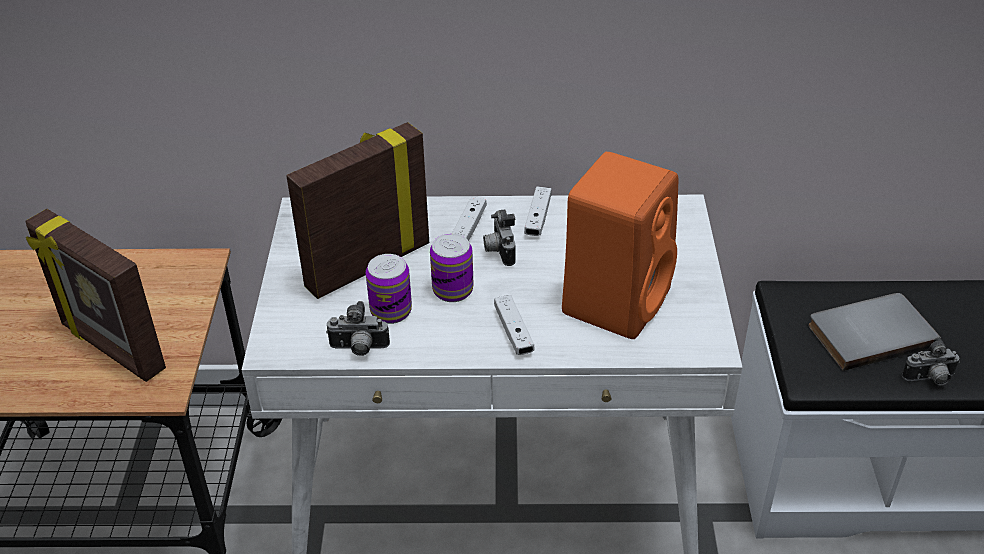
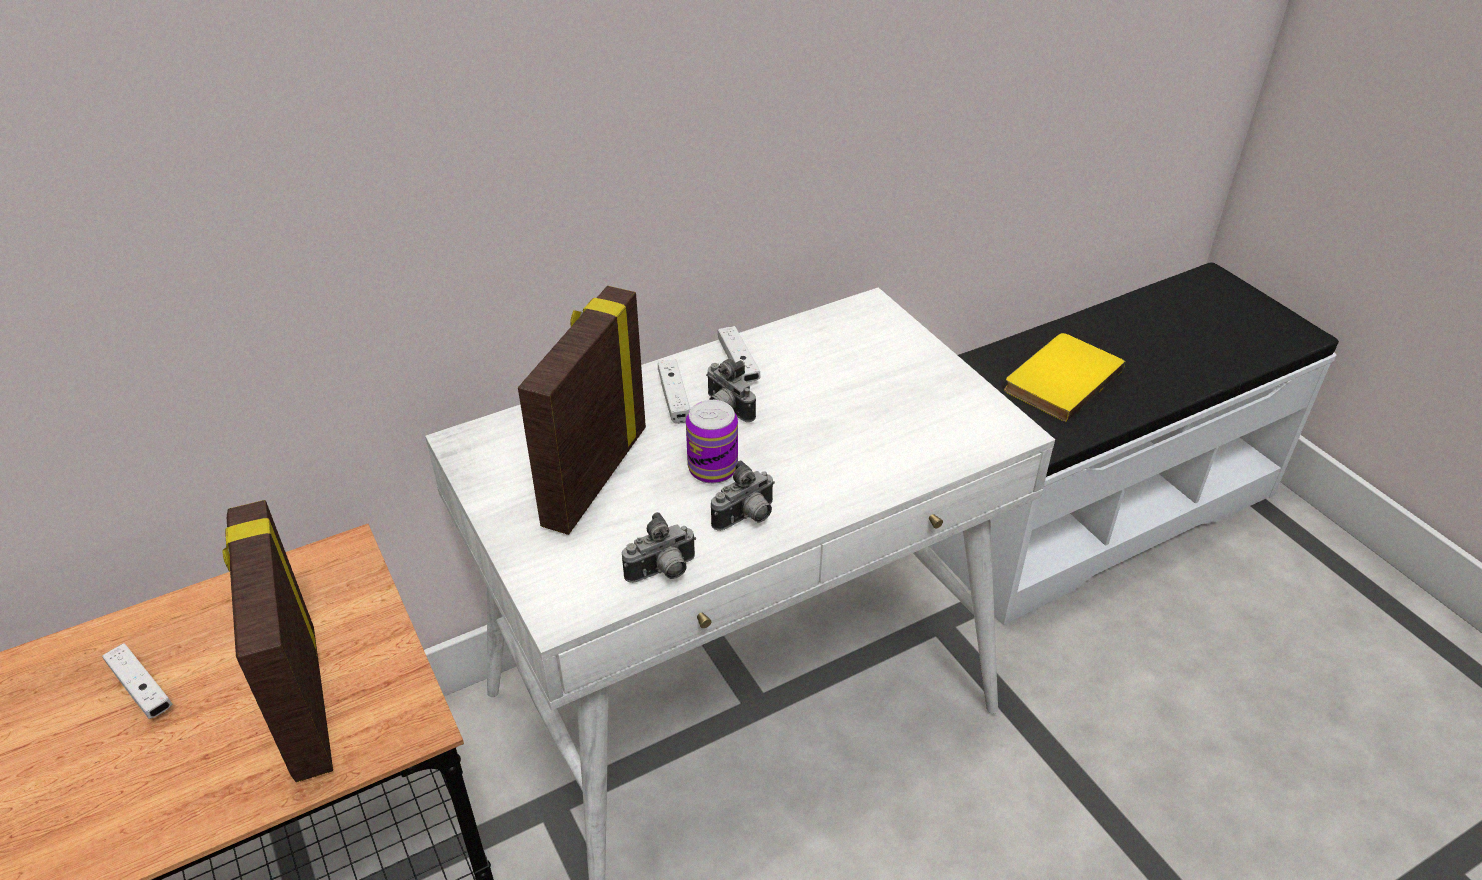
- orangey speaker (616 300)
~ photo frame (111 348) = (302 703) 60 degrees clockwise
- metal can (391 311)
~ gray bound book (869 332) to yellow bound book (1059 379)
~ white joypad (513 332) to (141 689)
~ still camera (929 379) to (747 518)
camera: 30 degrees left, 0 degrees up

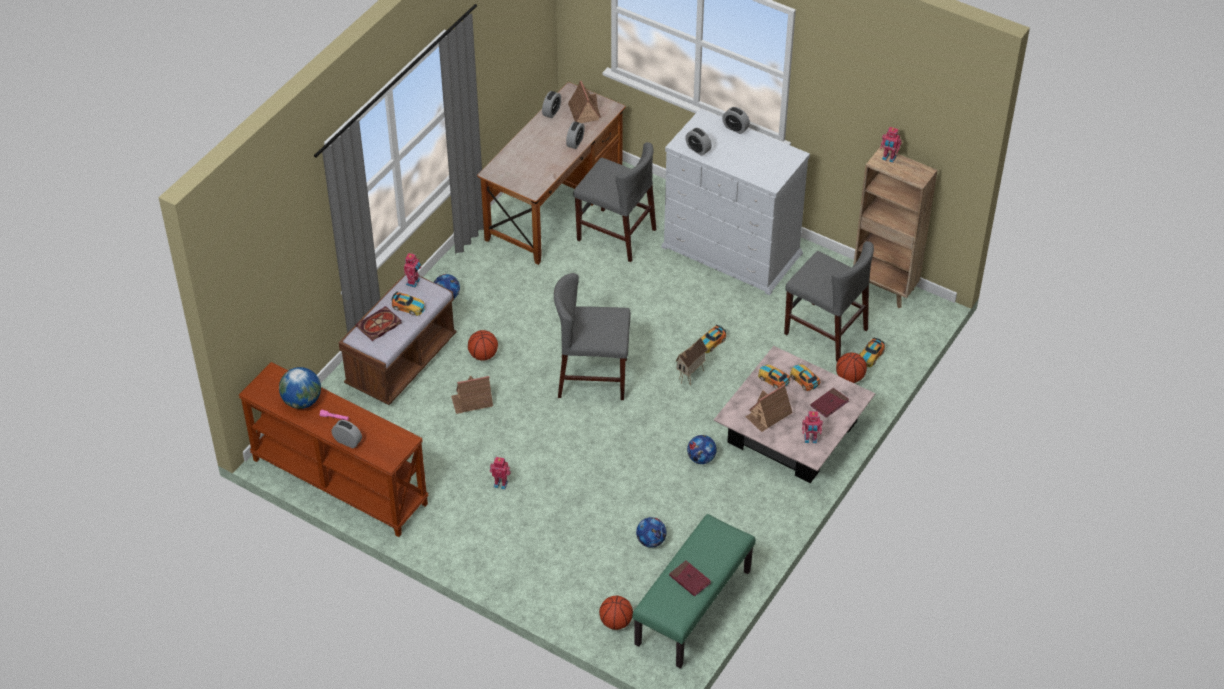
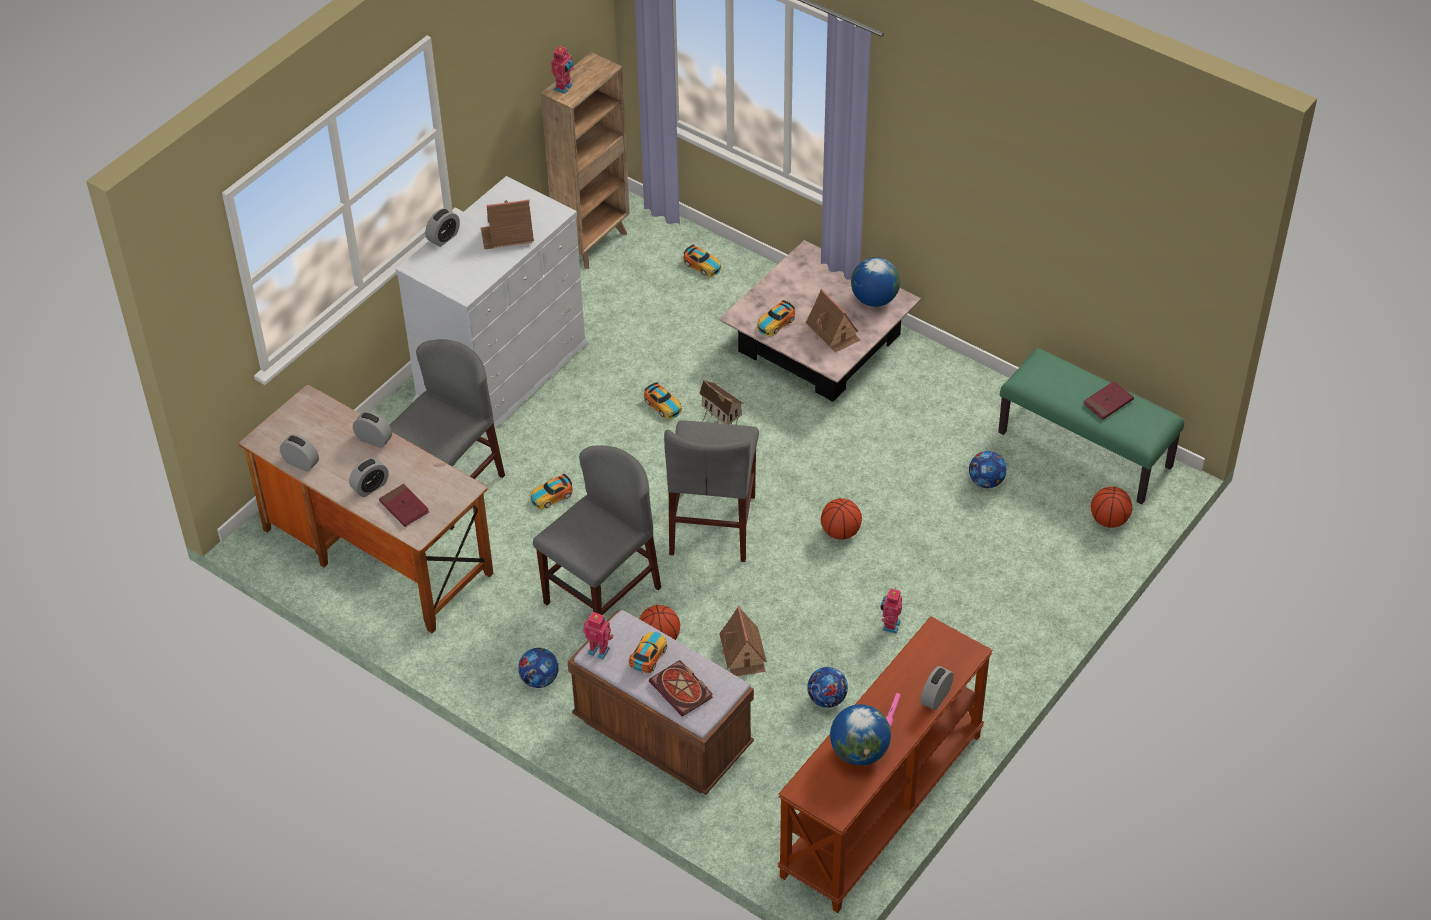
~ miniature house (584 111) to (507 235)
~ alarm clock (698 149) to (370 487)
~ gray chair (825 331) to (602 595)
~ basketball (850 378) to (840 532)
~ model car (804 380) to (551 496)
~ red bound book (829 404) to (404 507)
~ model robot (810 439) to world globe (874 299)
~ football ball (701 458) to (827 699)
camera: 85 degrees left, 0 degrees up

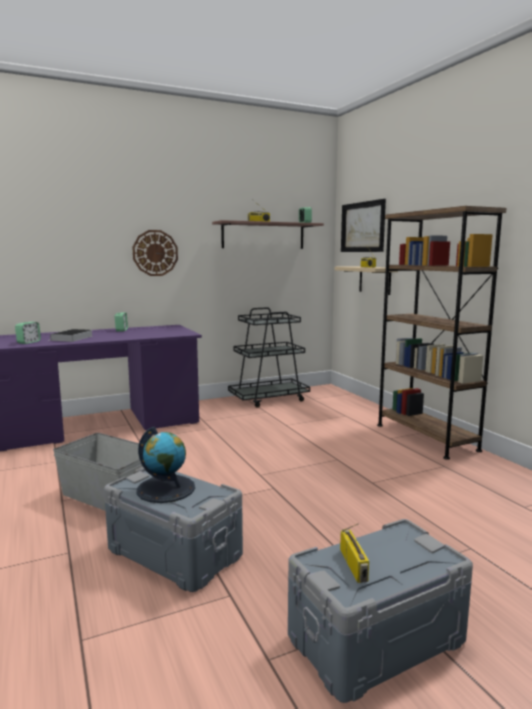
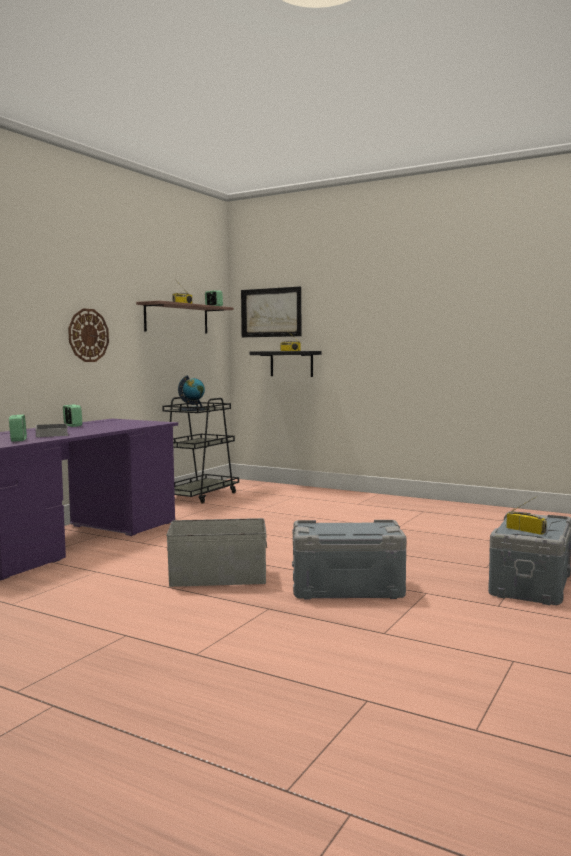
- brown shelving unit (426 437)
~ beige-coloured bracket shelf (375 280) to black bracket shelf (291 363)
~ world globe (166 488) to (194 409)
camera: 35 degrees left, 5 degrees down

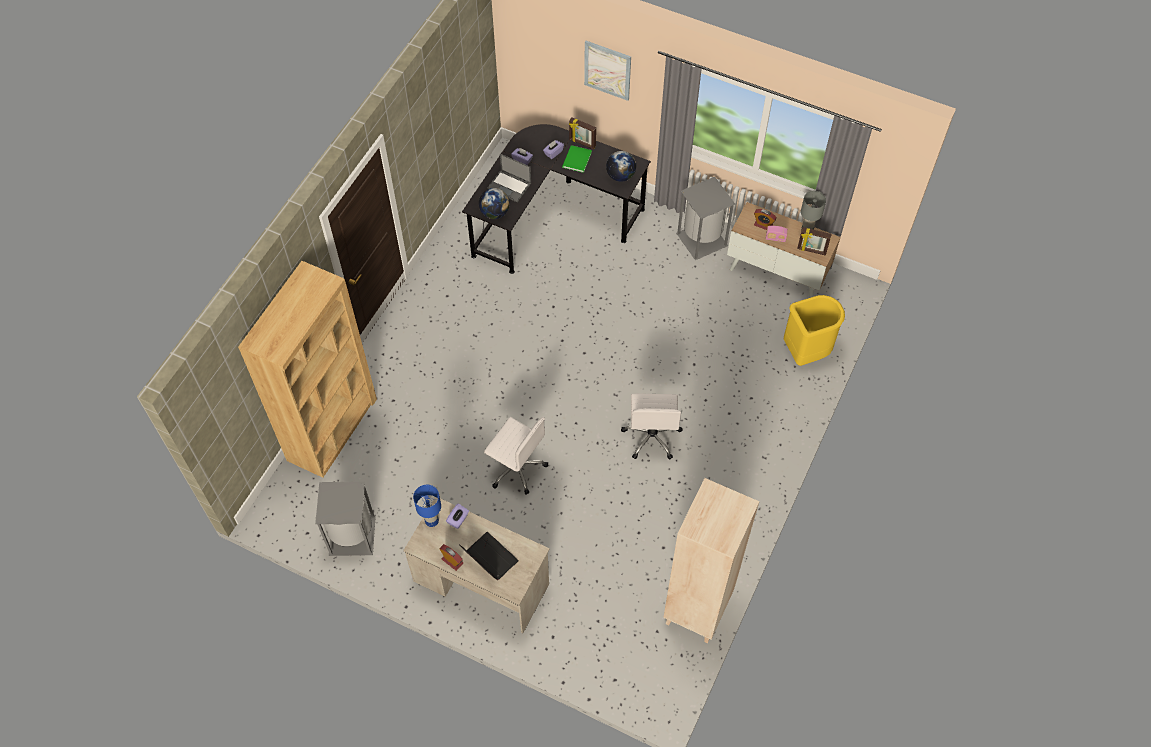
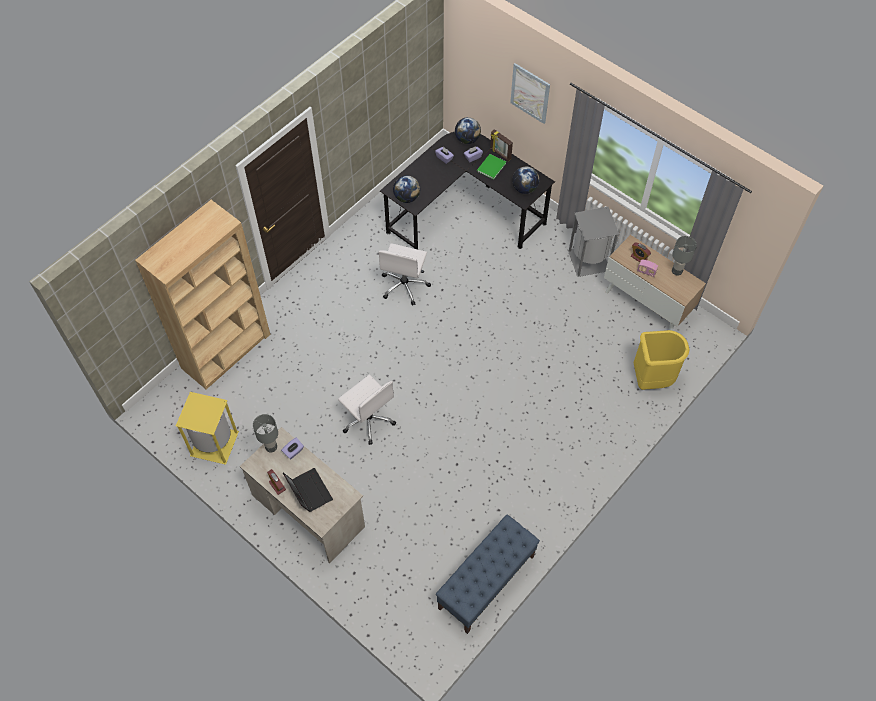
- notebook computer (509 186)
- photo frame (811 250)
~ white office chair (652 437) to (405 285)
~ beige-coloured shelving unit (697 610) to blue-coloured indoor bench (486 582)
~ gray trash can (353 536) to yellow trash can (215 444)
~ blue-coloured tabletop lamp (431 521) to gray tabletop lamp (270 447)
+ world globe (467 139)
camera: 15 degrees right, 0 degrees up

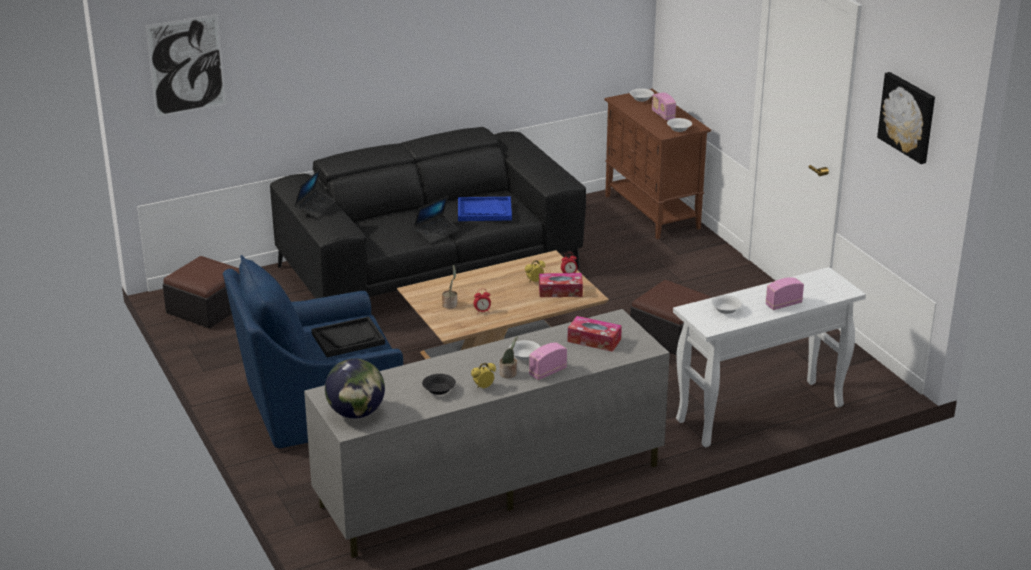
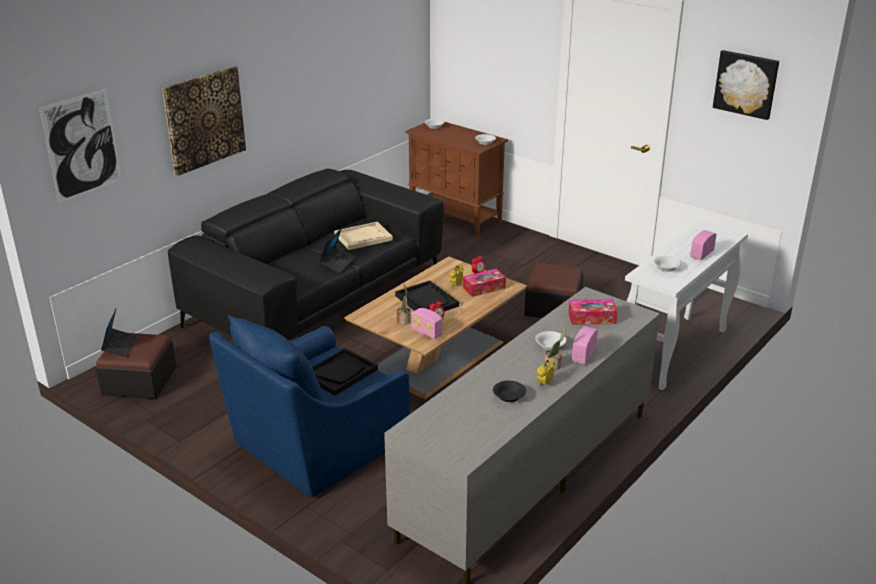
~ radio receiver (663 115) to (426 332)
~ notebook computer (315 208) to (119 346)
~ blue-coloured tray (484 211) to beige-coloured tray (363 237)
- world globe (356 413)
+ wall art (204 119)
+ black tray (427 301)
camera: 25 degrees left, 0 degrees up

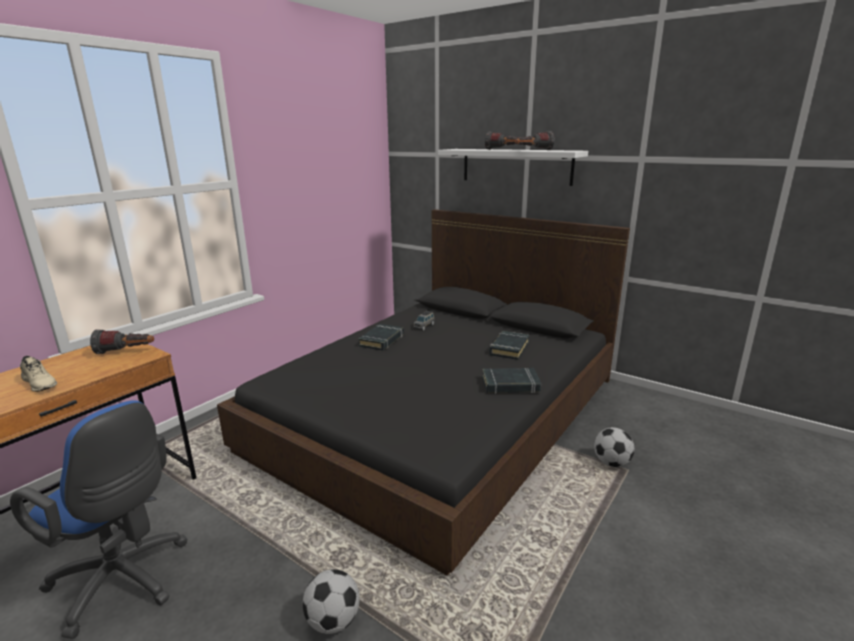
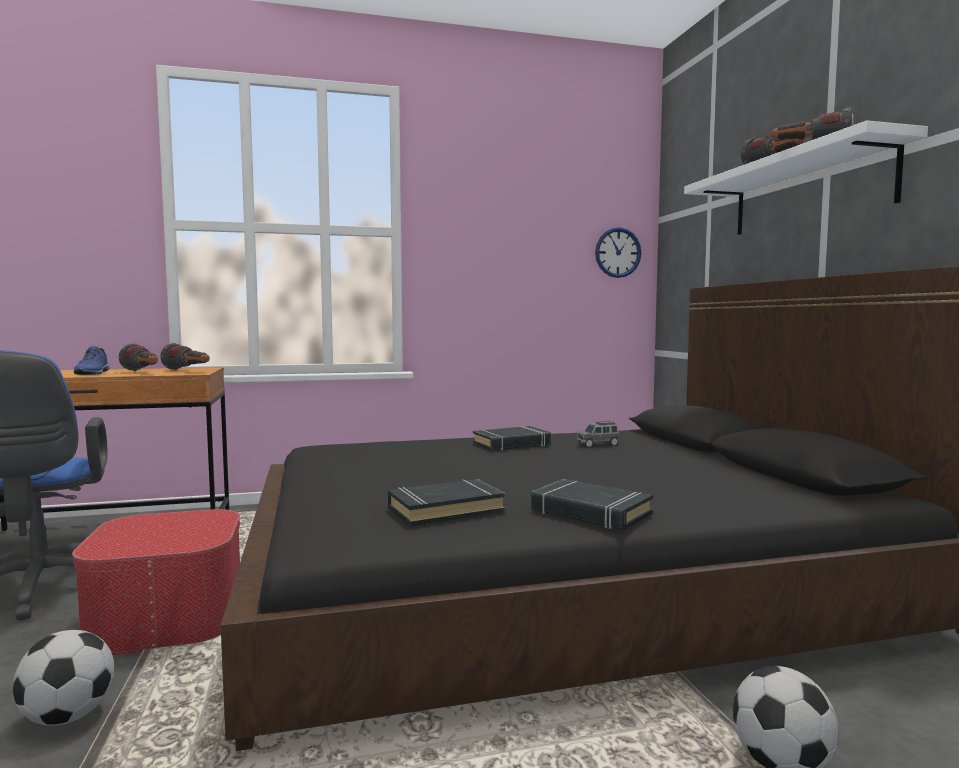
~ black bound book (509 348) to (445 510)
~ beige-coloured item of footwear (40 383) to blue-coloured item of footwear (93 373)
+ clock on the wall (618 252)
+ torch (143 372)
+ footrest (168 618)
camera: 40 degrees right, 15 degrees down

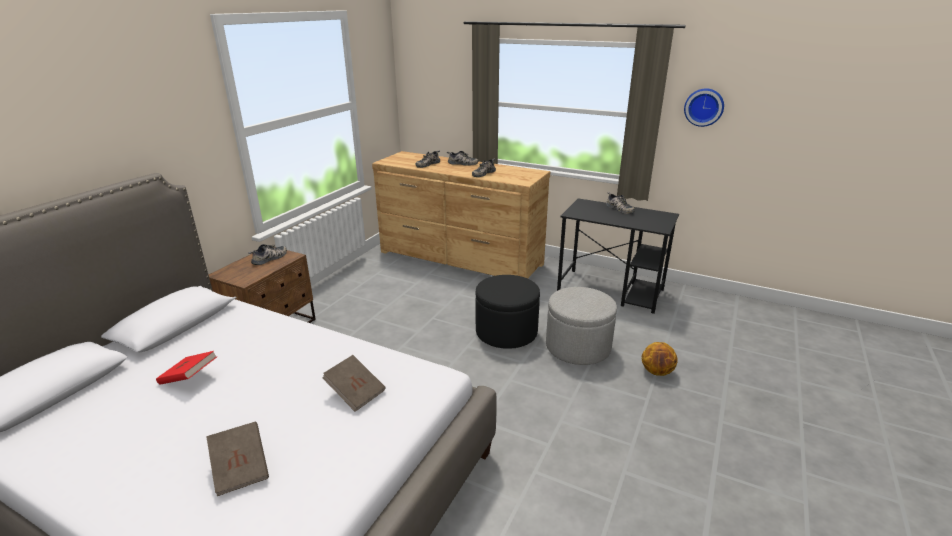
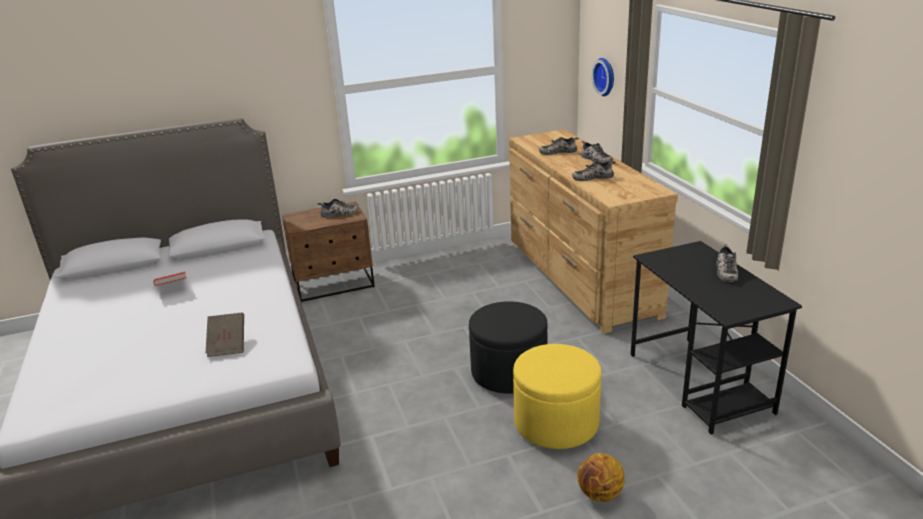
~ clock on the wall (704 107) to (606 76)
~ gray footrest (578 347) to yellow footrest (556 422)
- brown bound book (241 469)
camera: 45 degrees right, 0 degrees up

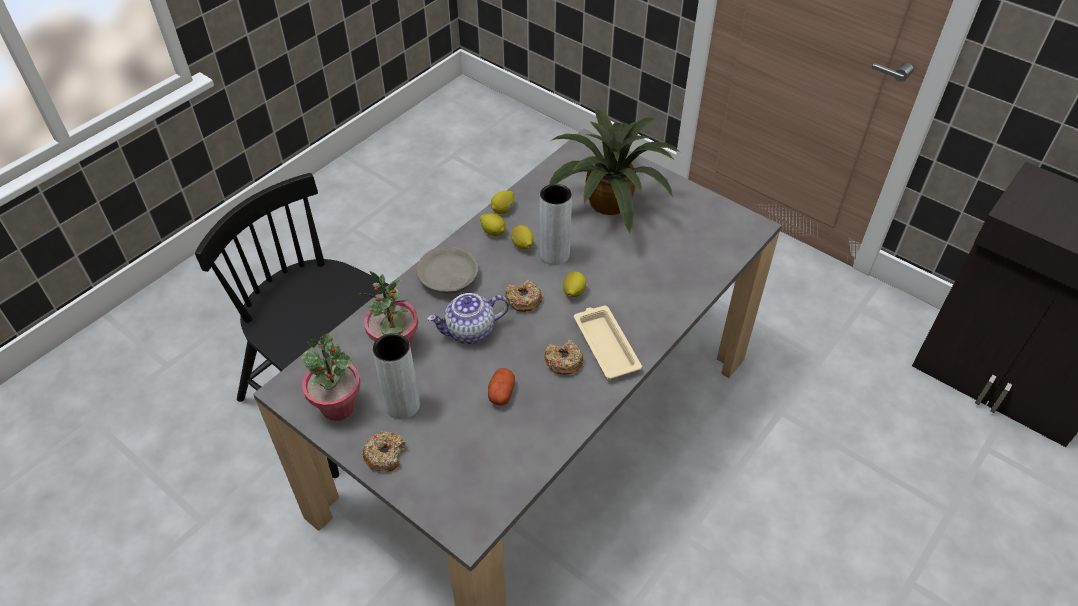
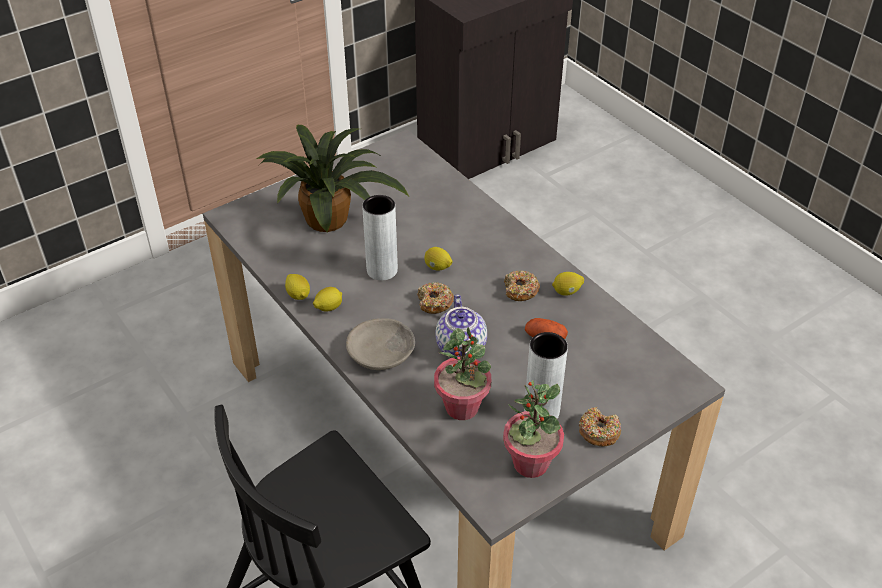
~ lemon (522 245) to (567 292)
- beige-coloured tray (605 344)
camera: 75 degrees left, 5 degrees down

